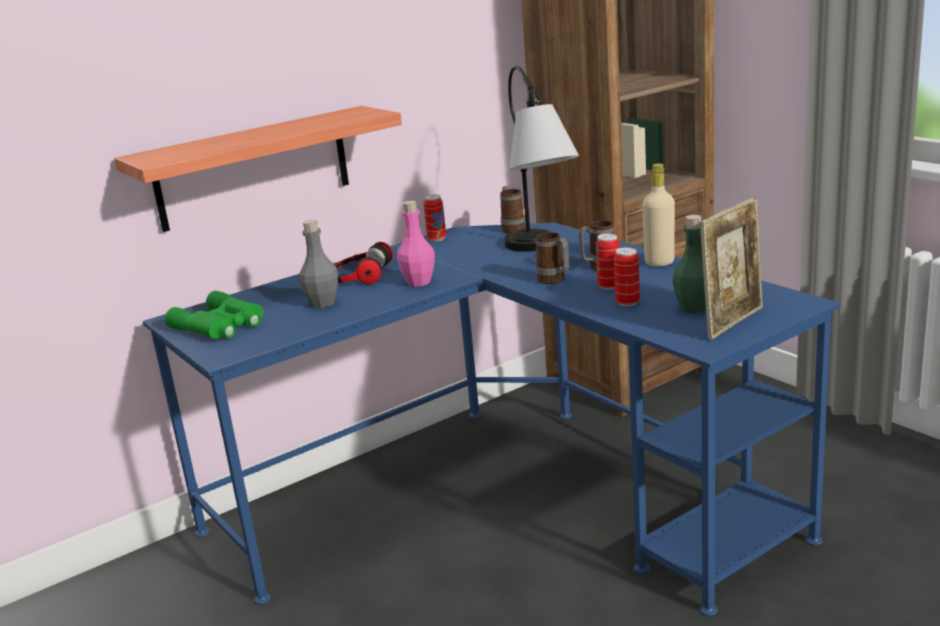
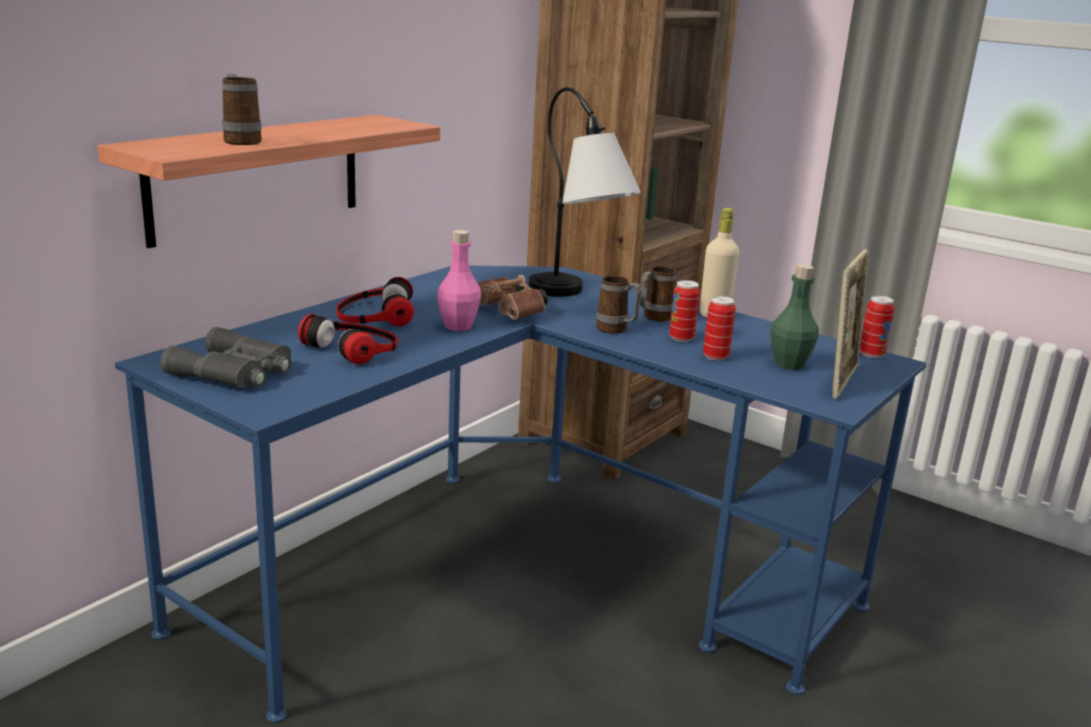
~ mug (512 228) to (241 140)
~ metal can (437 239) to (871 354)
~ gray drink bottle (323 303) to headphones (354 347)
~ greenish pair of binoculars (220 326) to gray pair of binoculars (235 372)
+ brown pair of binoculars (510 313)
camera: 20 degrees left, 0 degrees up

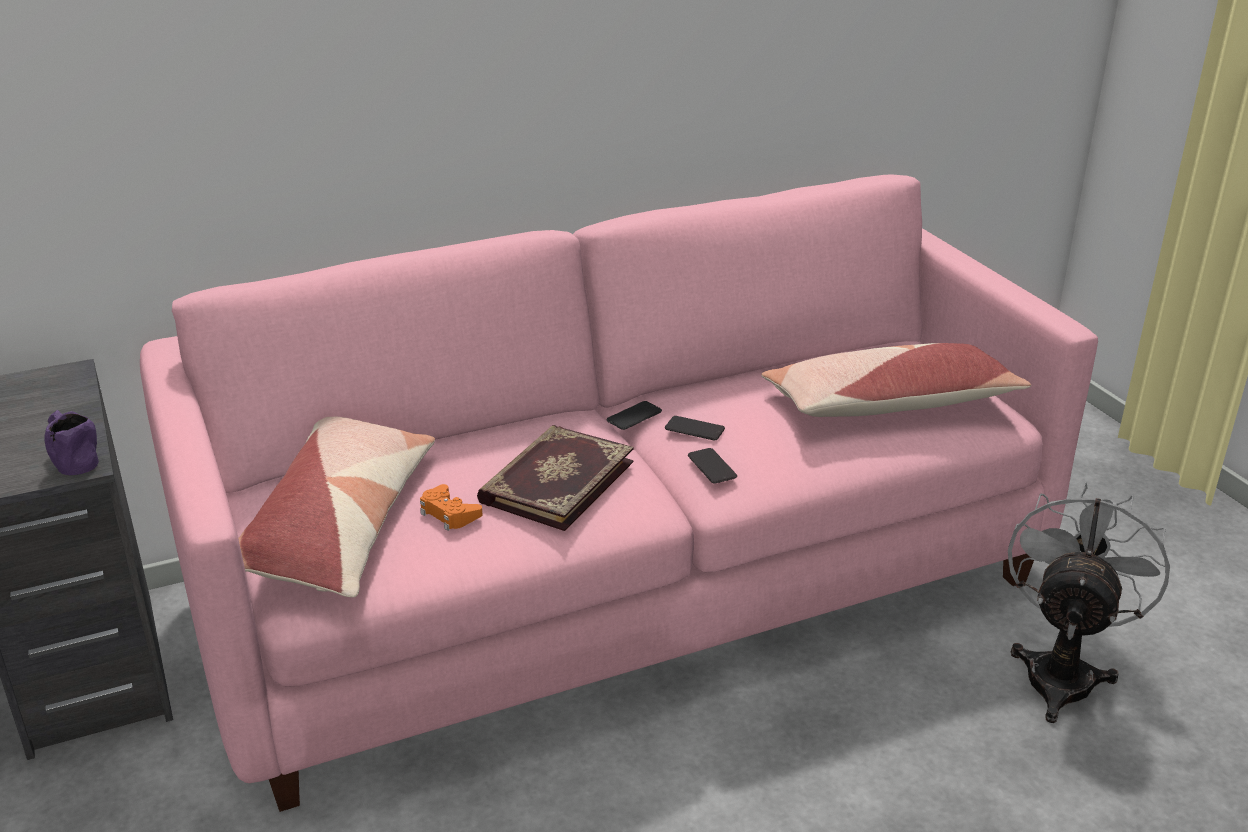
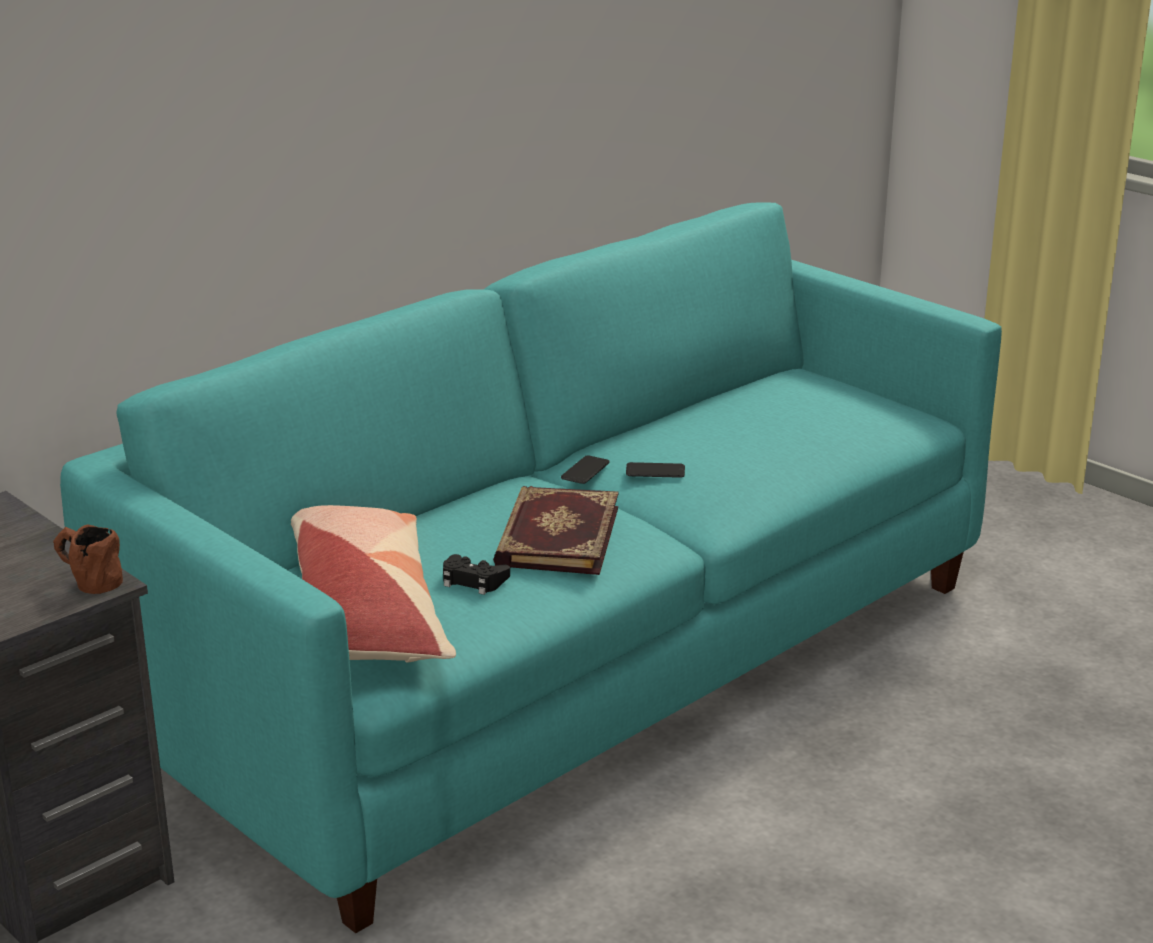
~ pinkish couch (625 586) to turquoise couch (577 665)
- throw pillow (889 404)
~ purple mug (72 460) to brown mug (88 581)
- phone (712 467)
- gray fan (1062 672)
~ orangey joypad (449 513) to black joypad (473 581)
camera: 20 degrees left, 5 degrees down

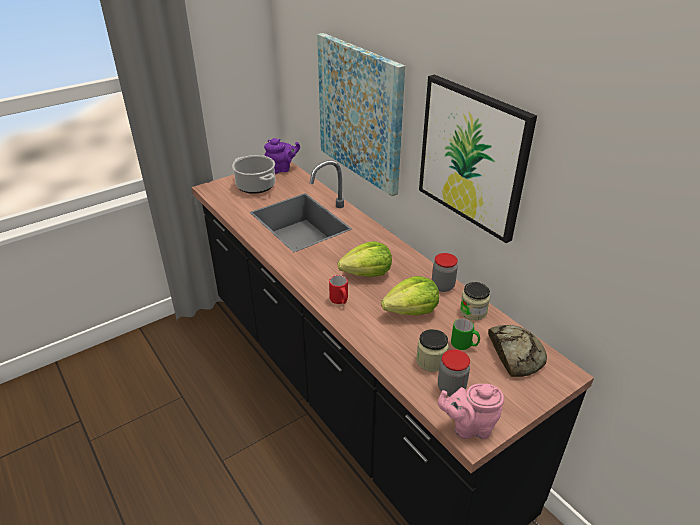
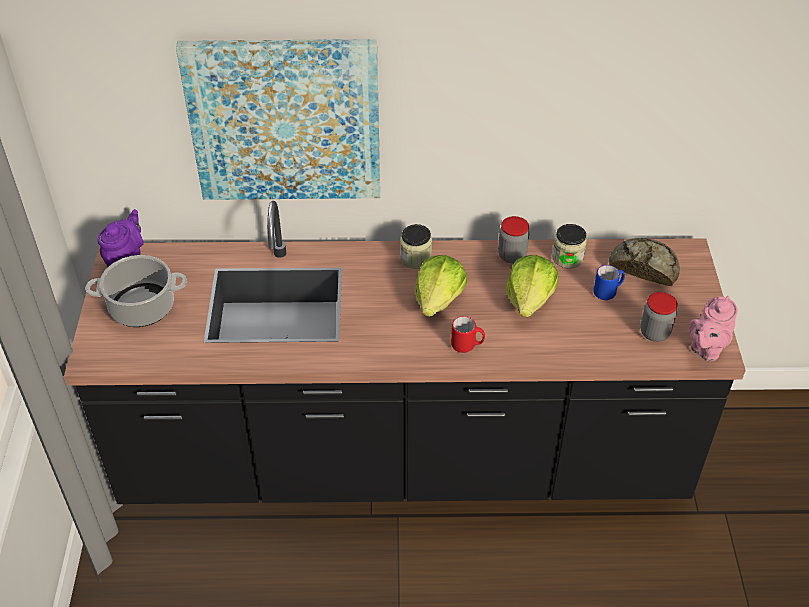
- wall art (472 156)
~ greenish mug (464 345) to blue-coloured mug (608 292)
~ jar (431 361) to (415 258)
camera: 55 degrees left, 10 degrees up

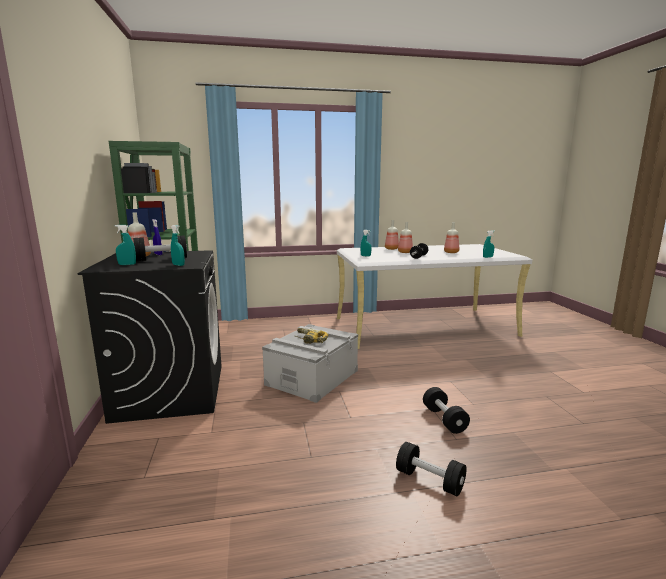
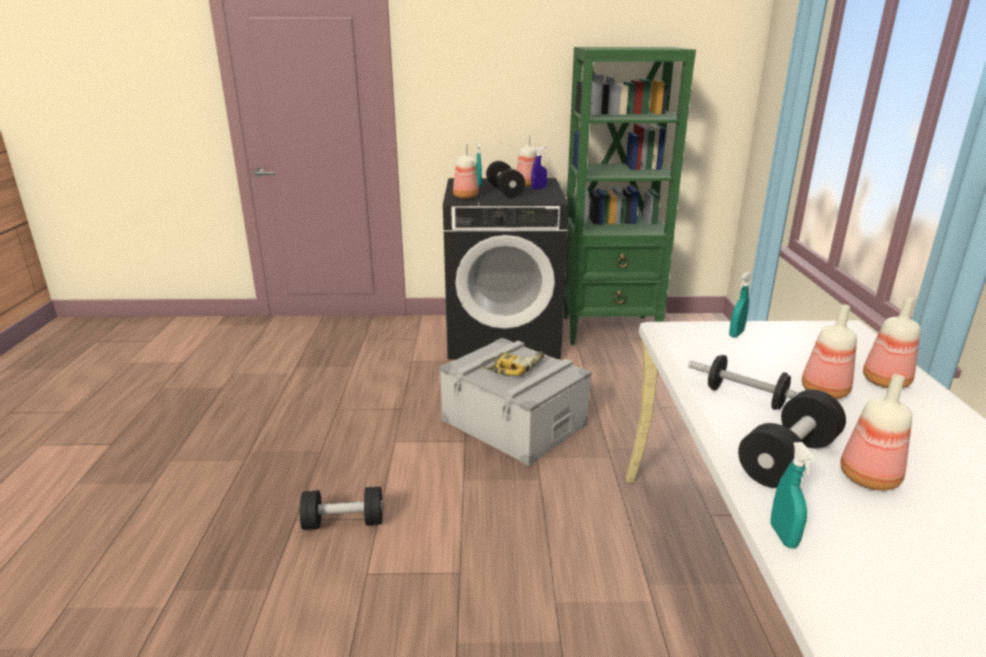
~ turquoise spray bottle (178 265) to drink bottle (465 197)
~ black hand weight (429 480) to (788 459)
camera: 100 degrees right, 10 degrees up

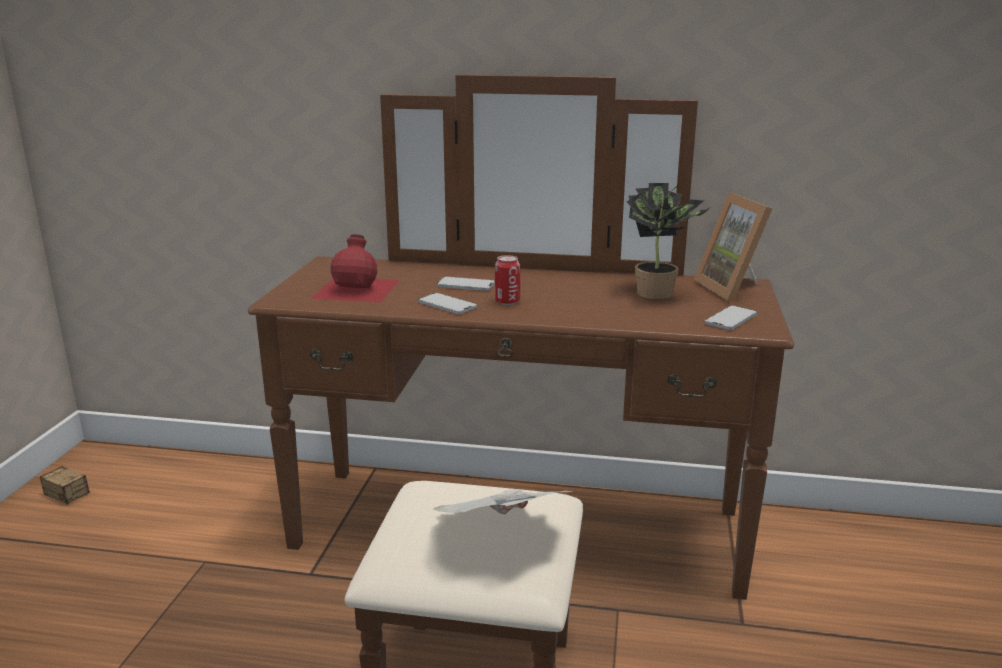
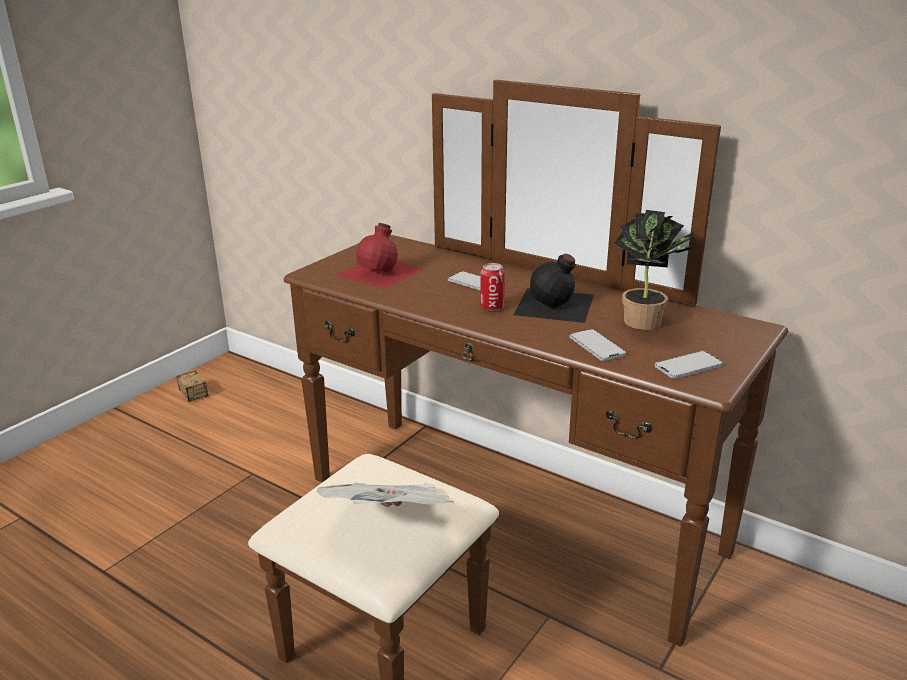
- photo frame (734 289)
~ phone (447 305) to (596 346)
+ black drink bottle (555 305)
camera: 25 degrees right, 5 degrees up

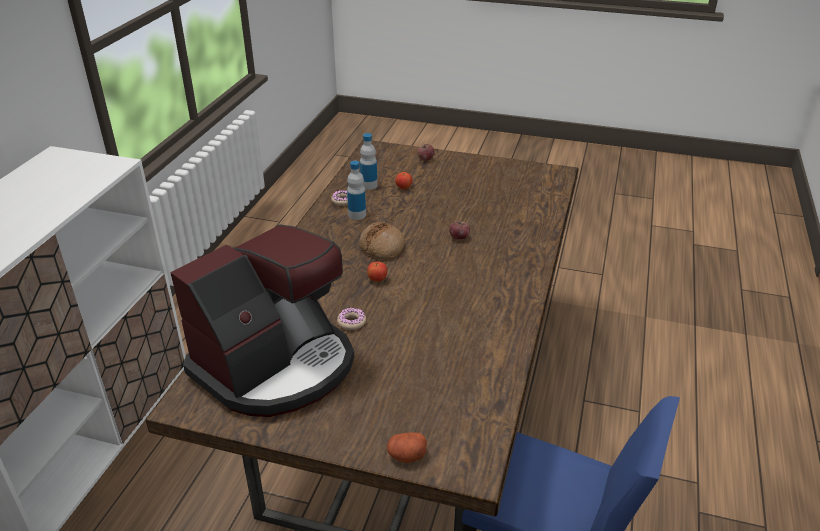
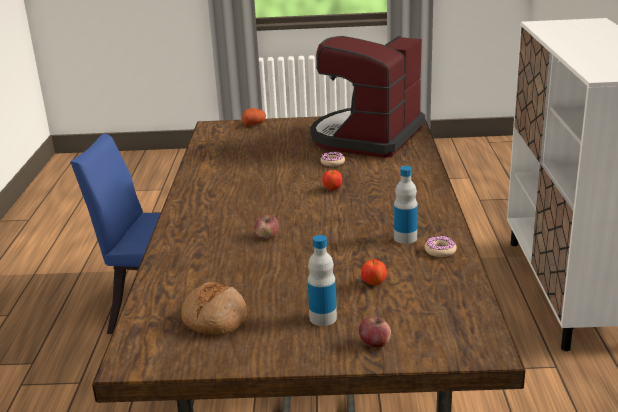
~ drink bottle (369 185) to (323 318)
~ bread (382 247) to (214 319)
camera: 165 degrees right, 10 degrees down

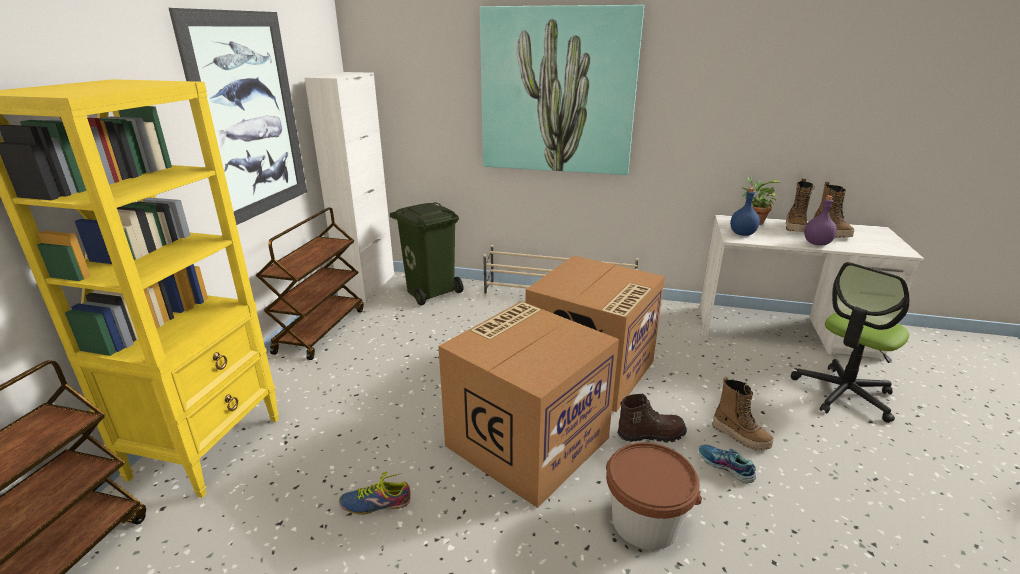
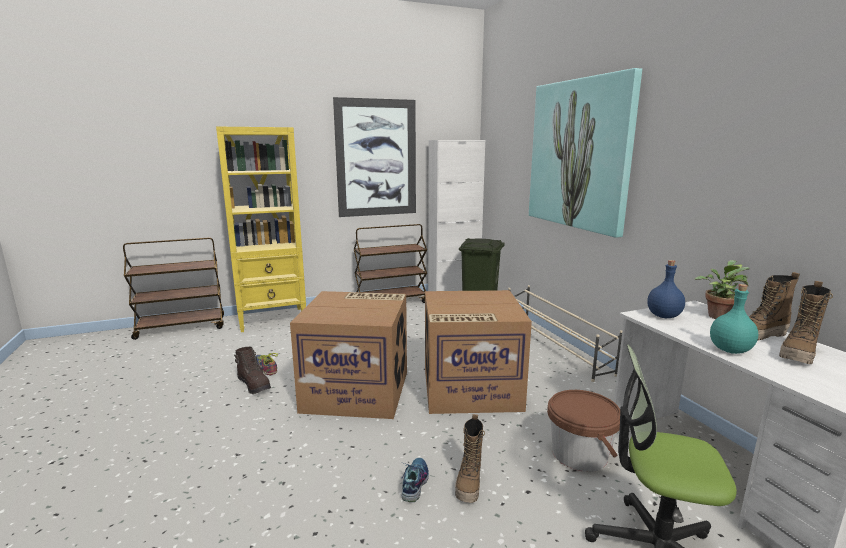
~ purple drink bottle (817 243) to turquoise drink bottle (731 350)
~ brown tall boot (650 434) to (254 385)
~ brown bucket (645 522) to (579 454)
camera: 55 degrees right, 10 degrees down

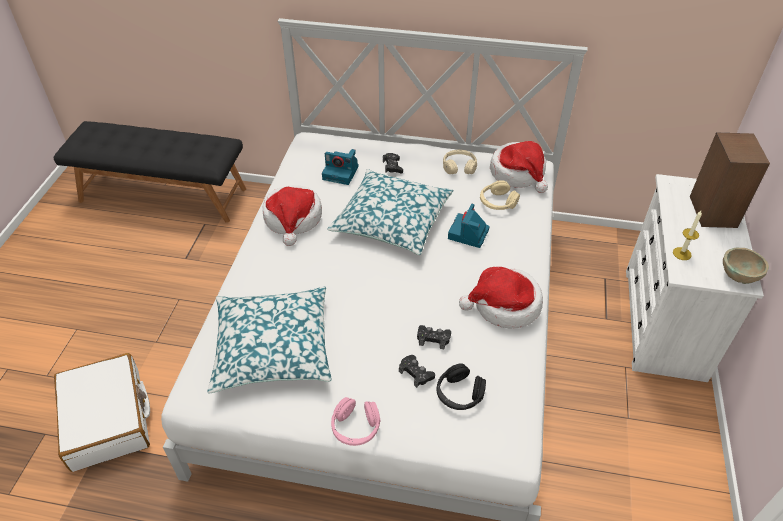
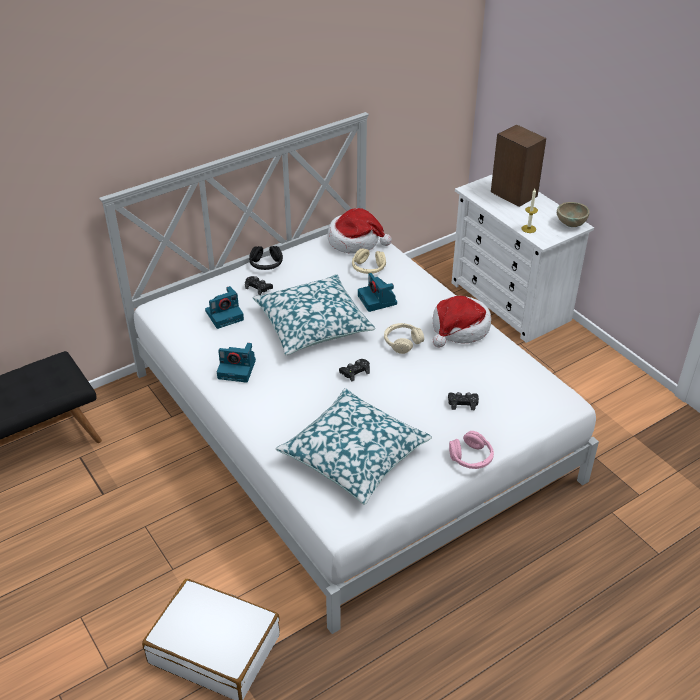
~ beige-coloured headphones (459 167) to (402 342)
~ hat (293 219) to still camera (238 369)
~ black joypad (433 339) to (355 372)
~ black headphones (459 394) to (266 264)
camera: 45 degrees left, 5 degrees down

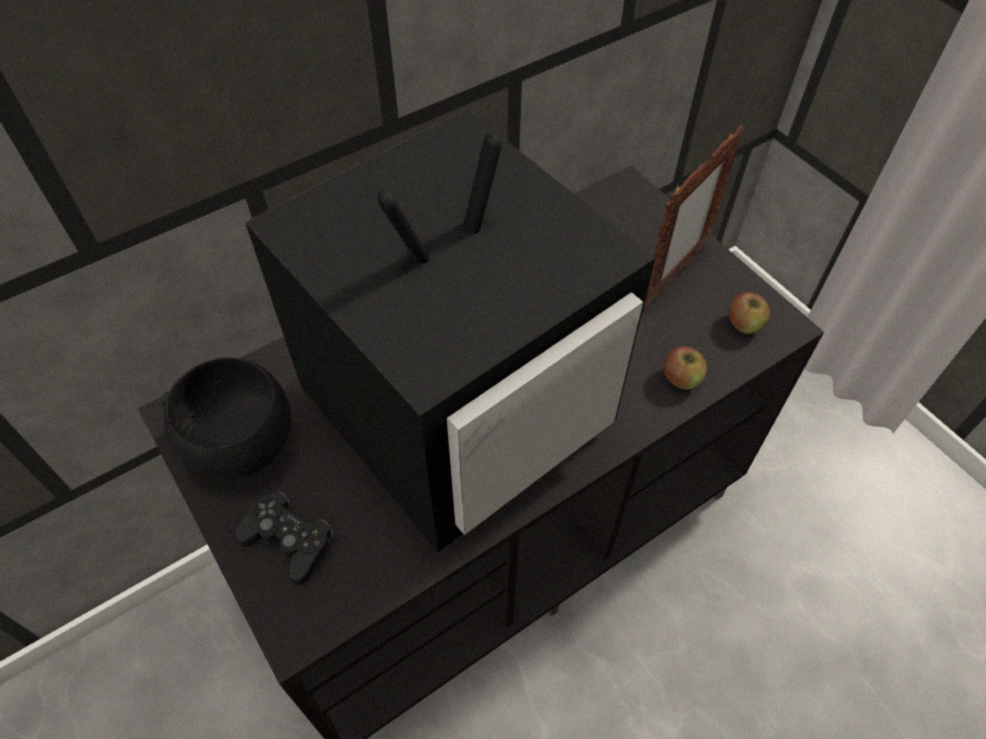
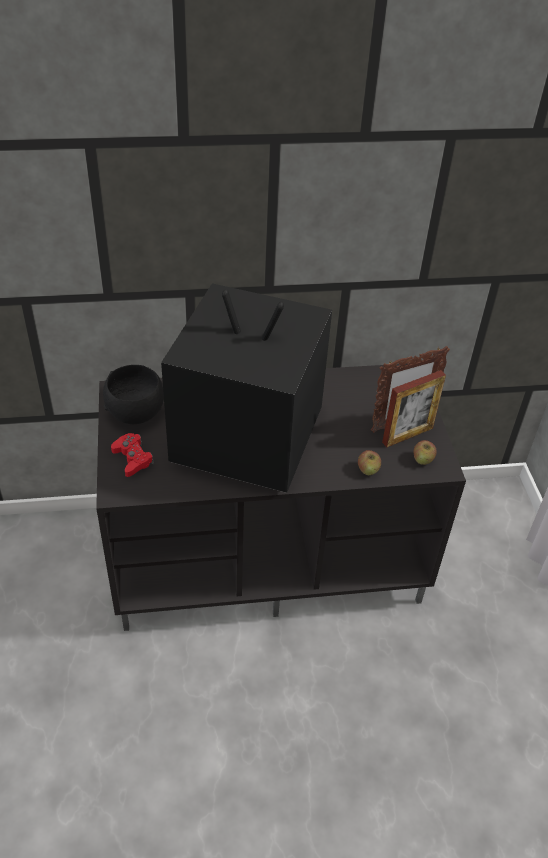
~ TV (461 411) = (245 440) 150 degrees counterclockwise
~ black joypad (289 541) to red joypad (132 458)
+ photo frame (407 435)
camera: 25 degrees right, 10 degrees down

